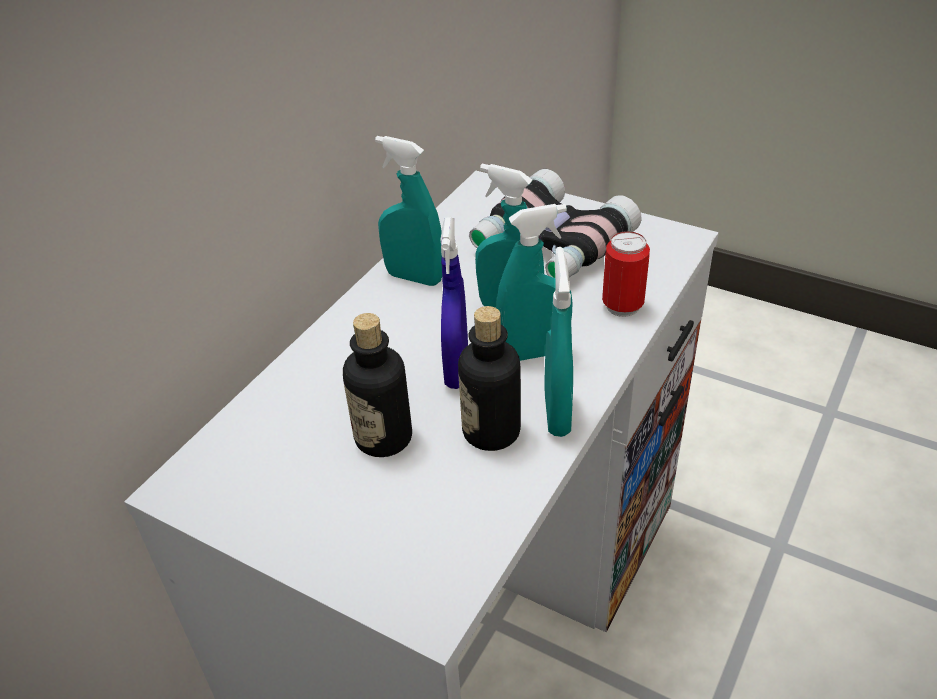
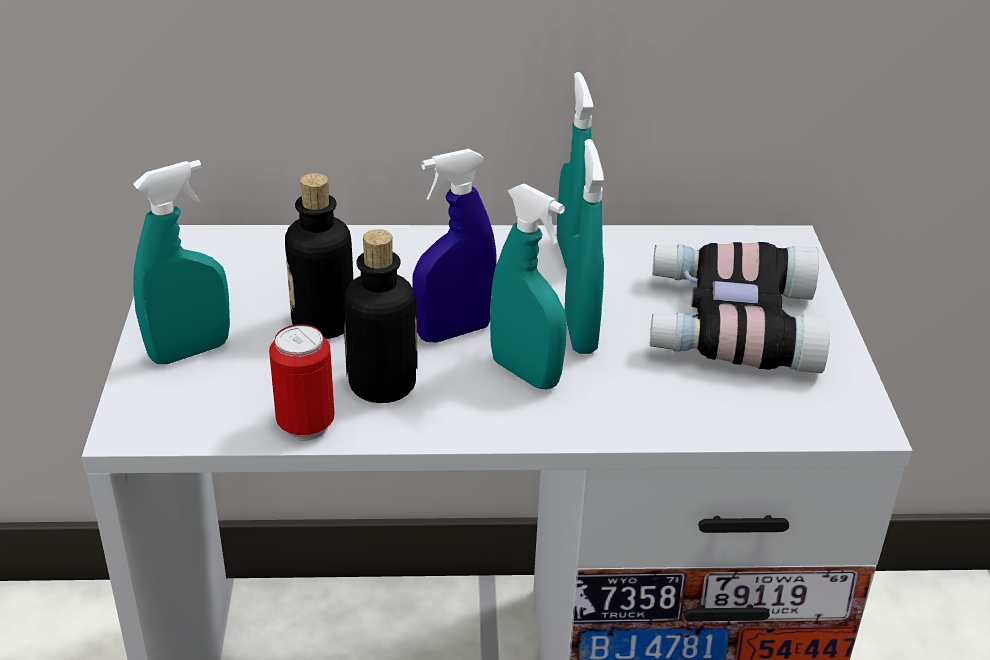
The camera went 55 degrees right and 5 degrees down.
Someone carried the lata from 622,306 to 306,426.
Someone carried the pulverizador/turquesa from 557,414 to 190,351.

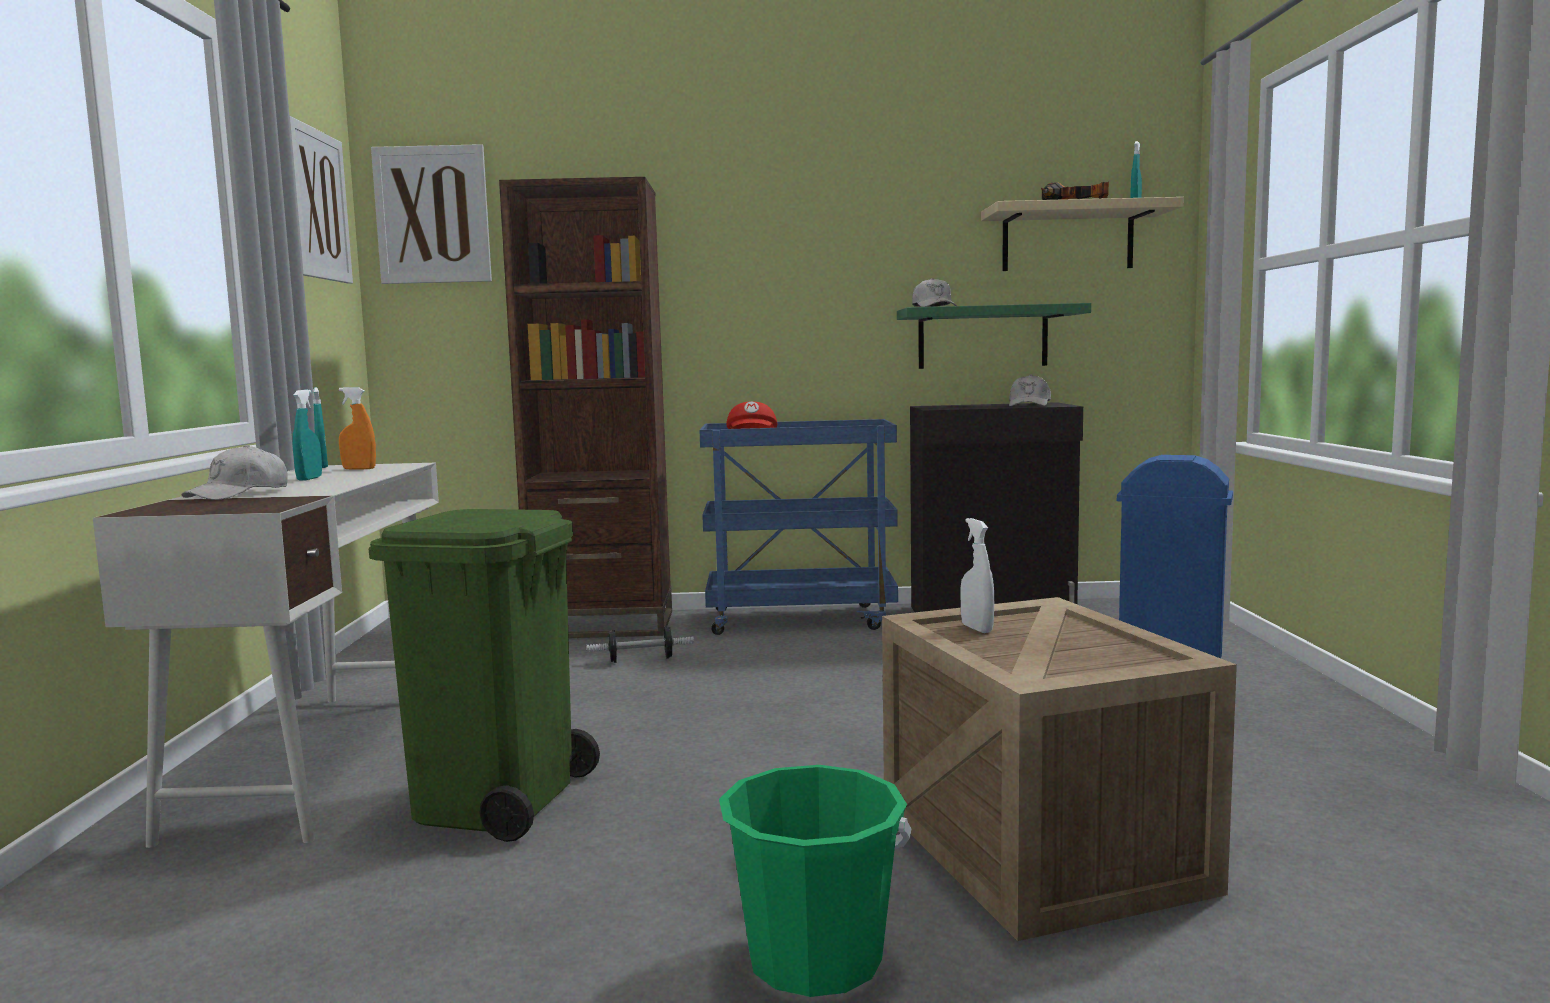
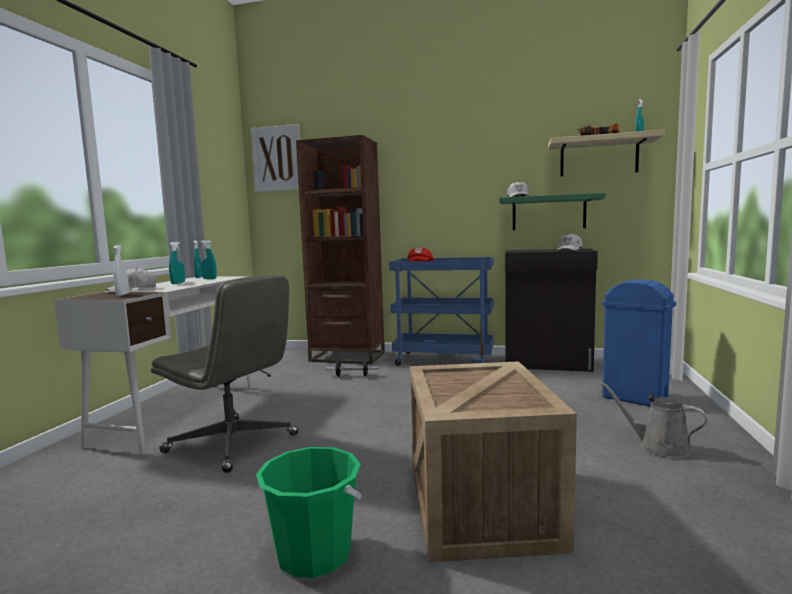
The camera went 15 degrees right and 0 degrees up.
Someone took away the cuadro at 318,205.
Someone repainted the pulverizador/naranja at 359,469, which became the pulverizador/turquesa at 209,279.
Someone swapped the papelera/verde at 496,802 for the silla de oficina/gris at 233,443.
Someone carried the pulverizador/blanco from 976,629 to 122,295.
Someone put down the regadera/gris at 659,447.

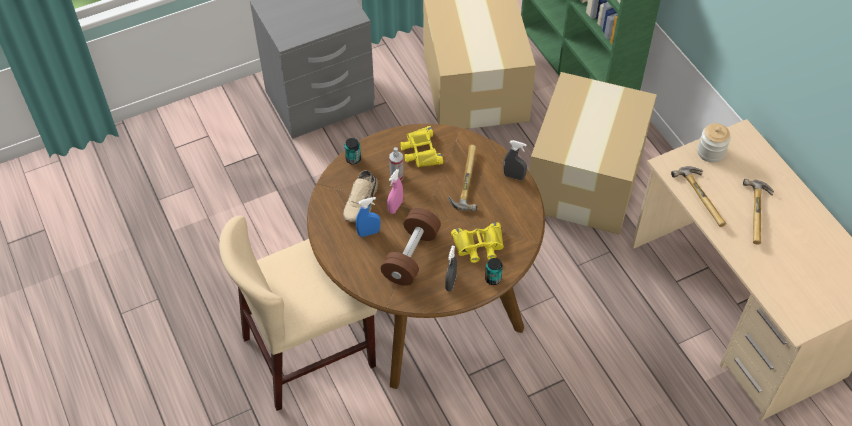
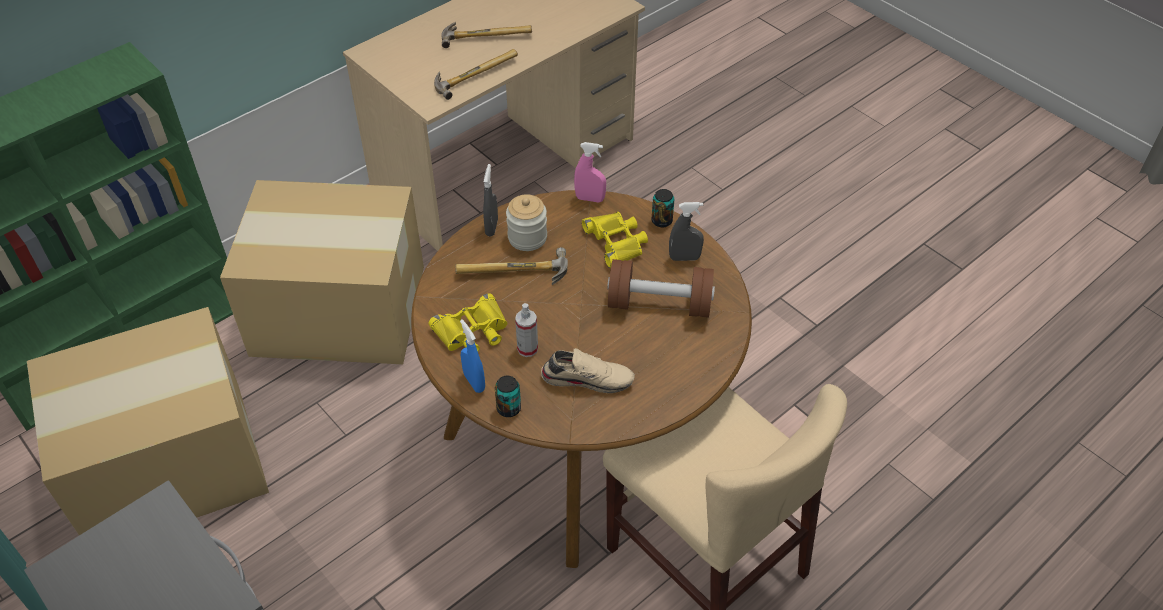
The camera went 105 degrees left and 5 degrees down.
Someone carried the tarro from 710,152 to 527,238.
Someone carried the pulverizador/rosa from 395,207 to 590,199.
Someone carried the pulverizador/azul from 368,232 to 474,382.

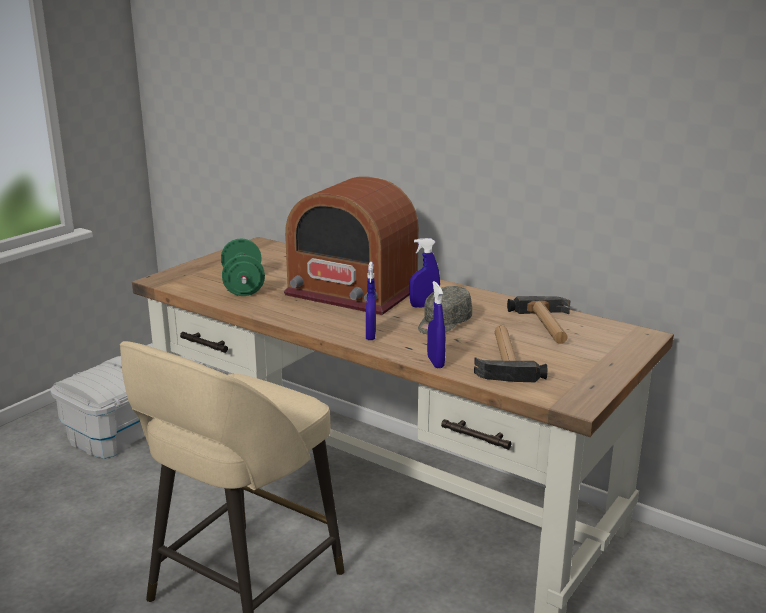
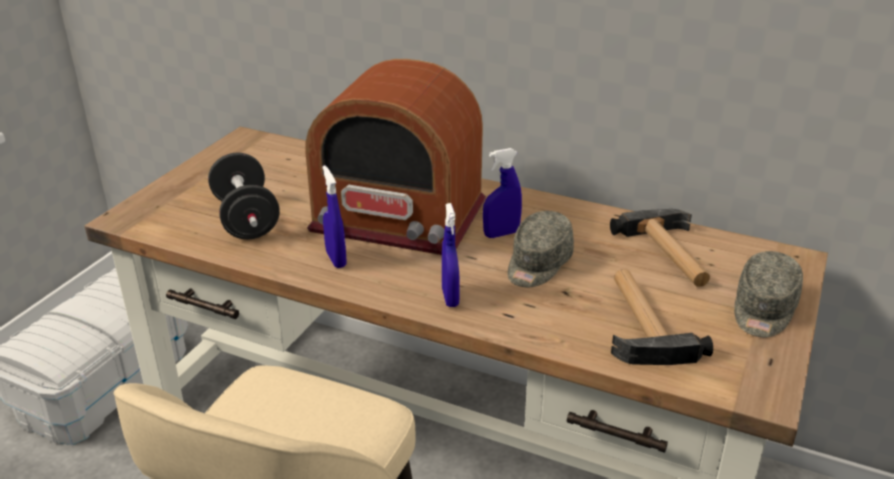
The camera went 10 degrees left and 10 degrees up.
Someone repainted the mancuerna/verde at 243,286, which became the mancuerna/negro at 246,219.
Someone carried the pulverizador/azul from 435,362 to 336,259.
Someone put down the gorra/gris at 763,310.

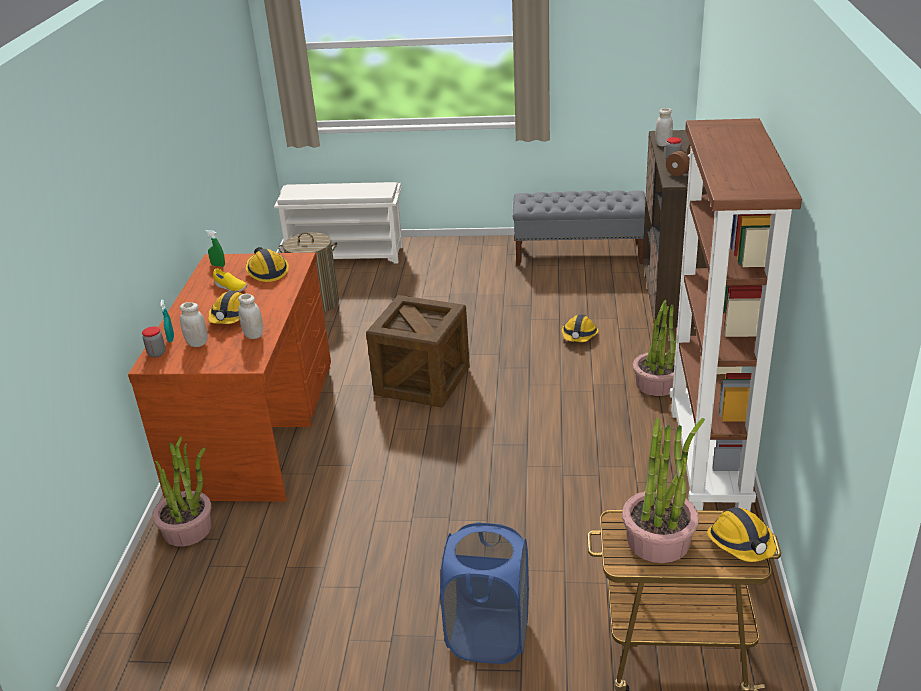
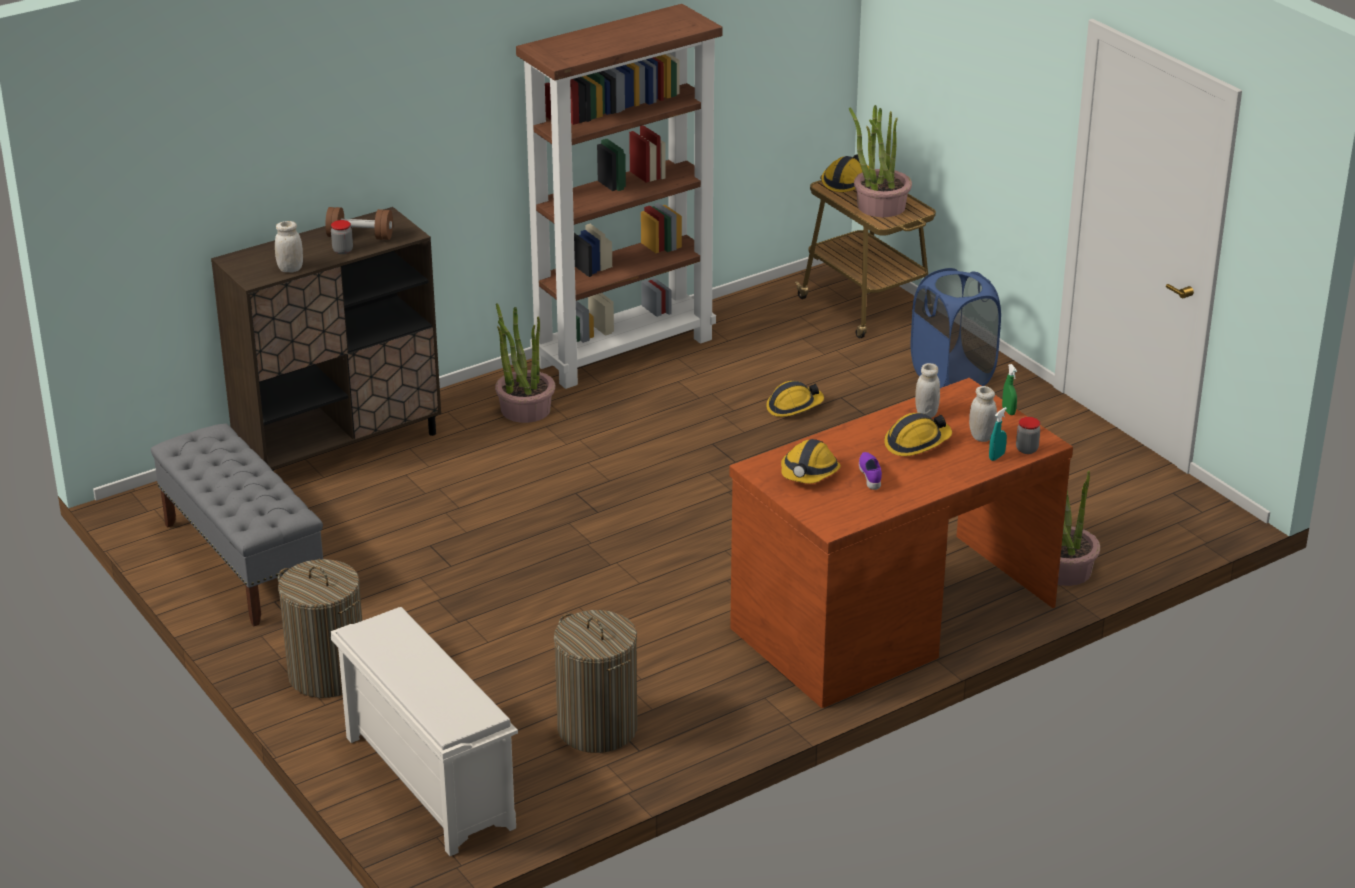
The camera went 130 degrees left and 0 degrees up.
Someone carried the pulverizador/verde from 218,265 to 1008,411.
Someone repainted the zapato/amarillo at 230,288, which became the zapato/morado at 871,476.
Someone took away the caja de embalaje at 422,381.
Someone carried the casco from 579,336 to 793,406.
Someone put down the cesto de la ropa at 327,674.

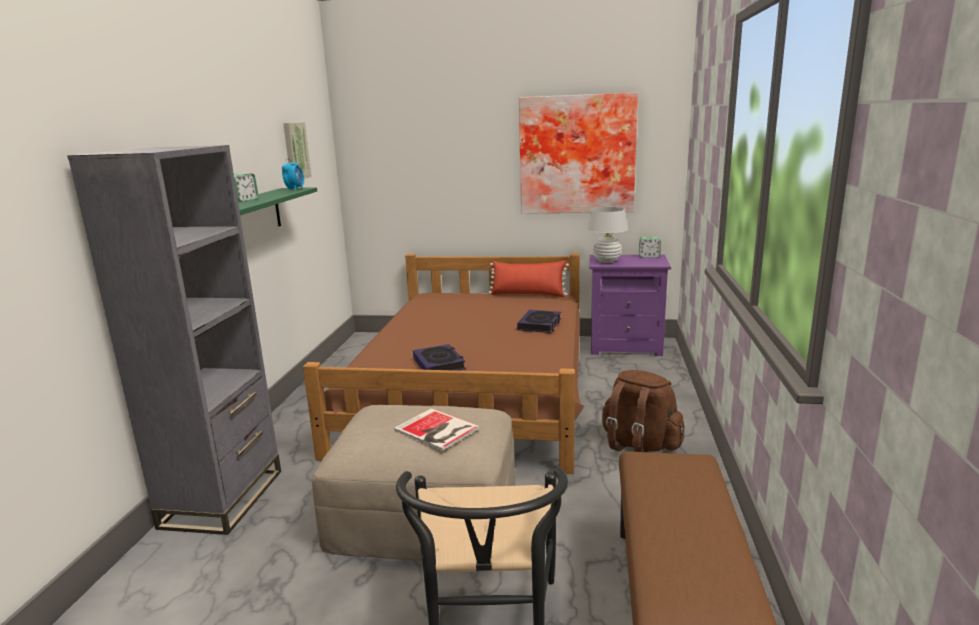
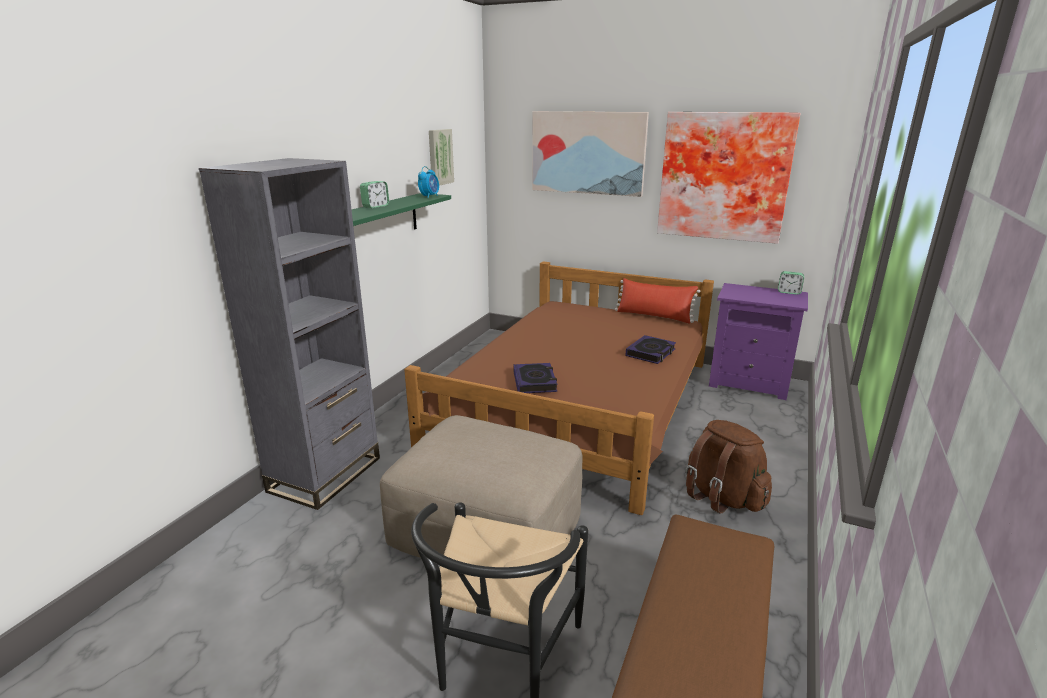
The camera went 15 degrees right and 5 degrees up.
Someone took away the lámpara de mesa/blanco at 606,261.
Someone took away the libro at 437,430.
Someone put up the cuadro at 588,153.

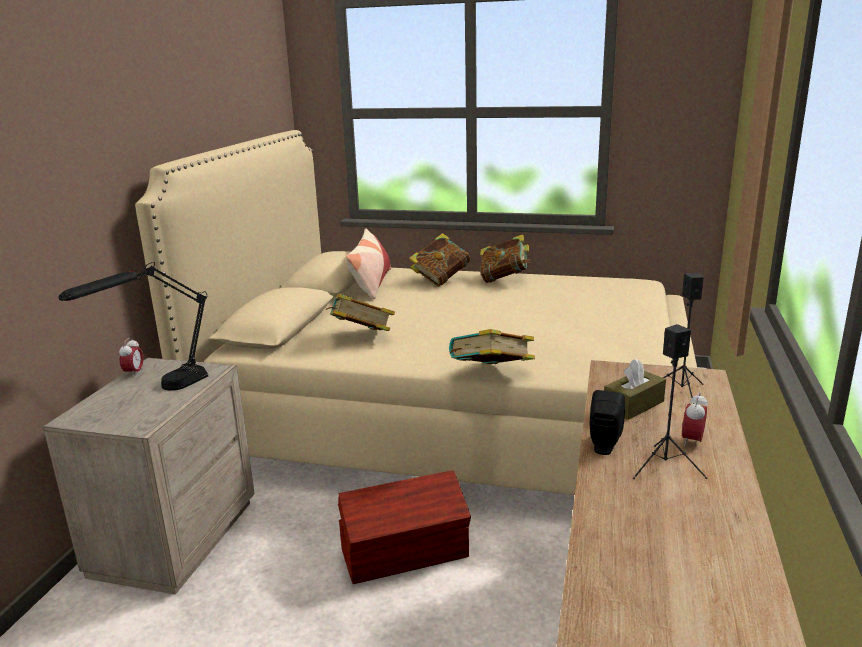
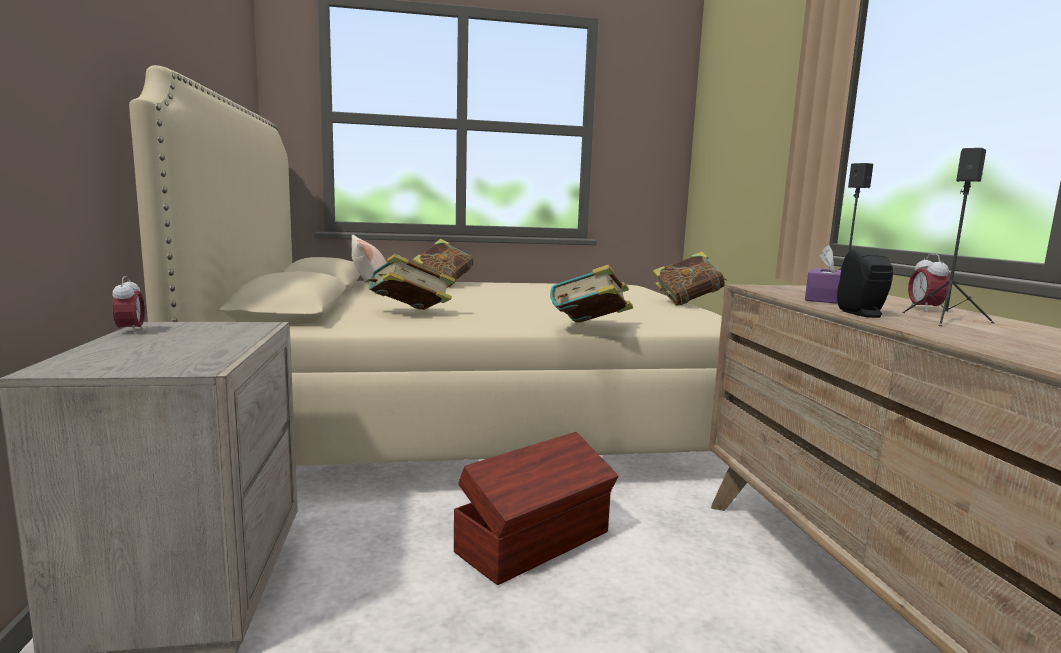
The camera went 25 degrees left and 10 degrees down.
Someone carried the libro from 504,279 to 687,303.
Someone took away the lámpara de mesa/negro at 158,392.
Someone repainted the caja de pañuelos/marrón at 633,405, which became the caja de pañuelos/morado at 824,298.

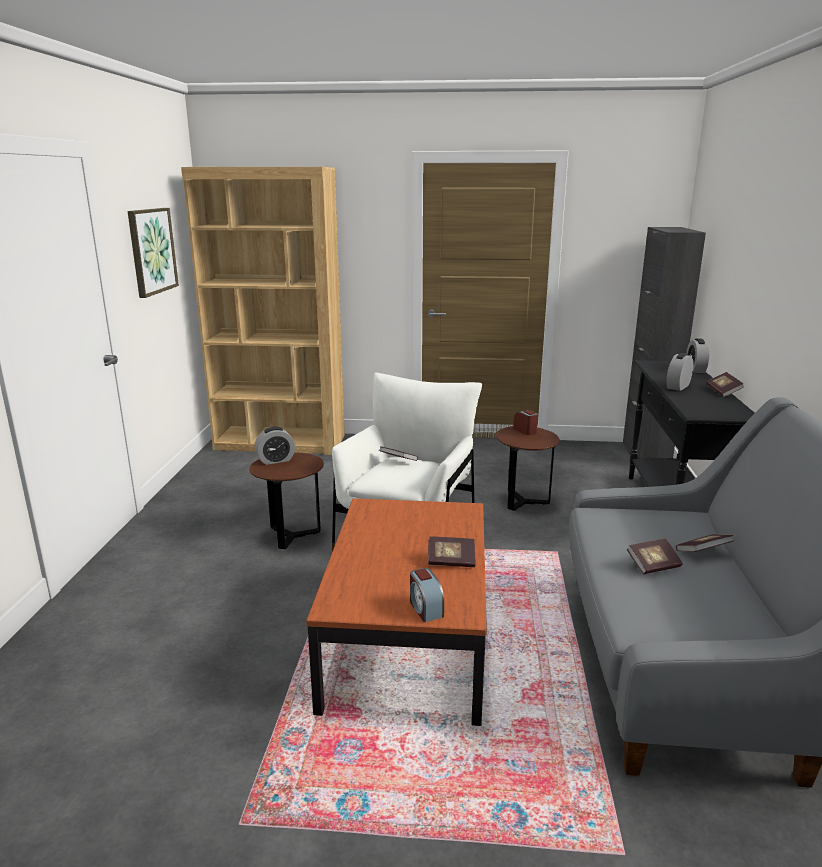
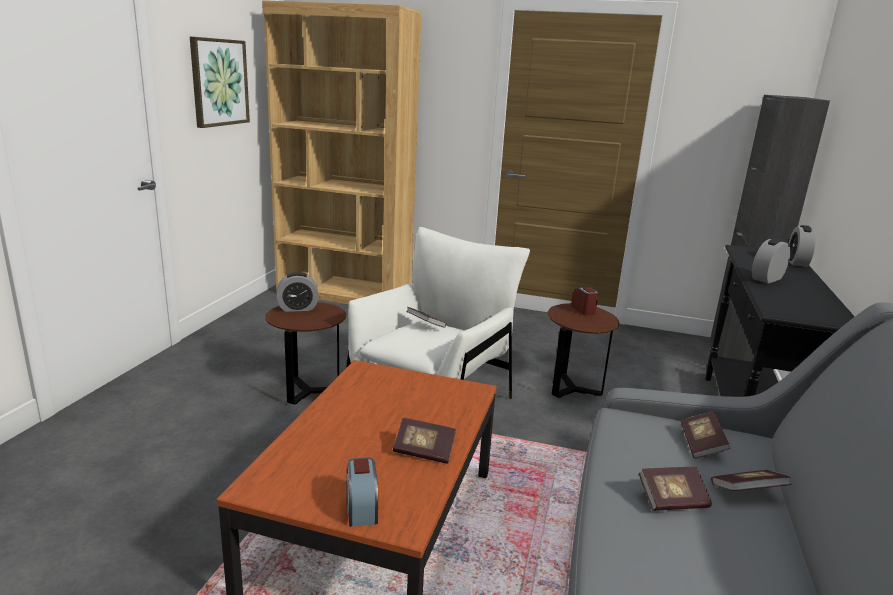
The camera went 10 degrees right and 0 degrees up.
Someone carried the libro from 723,392 to 701,445.

